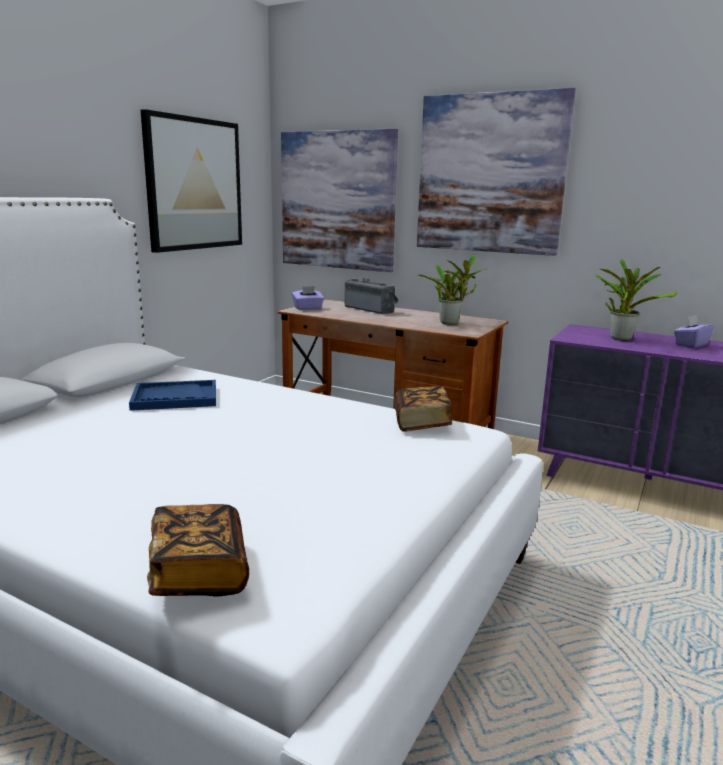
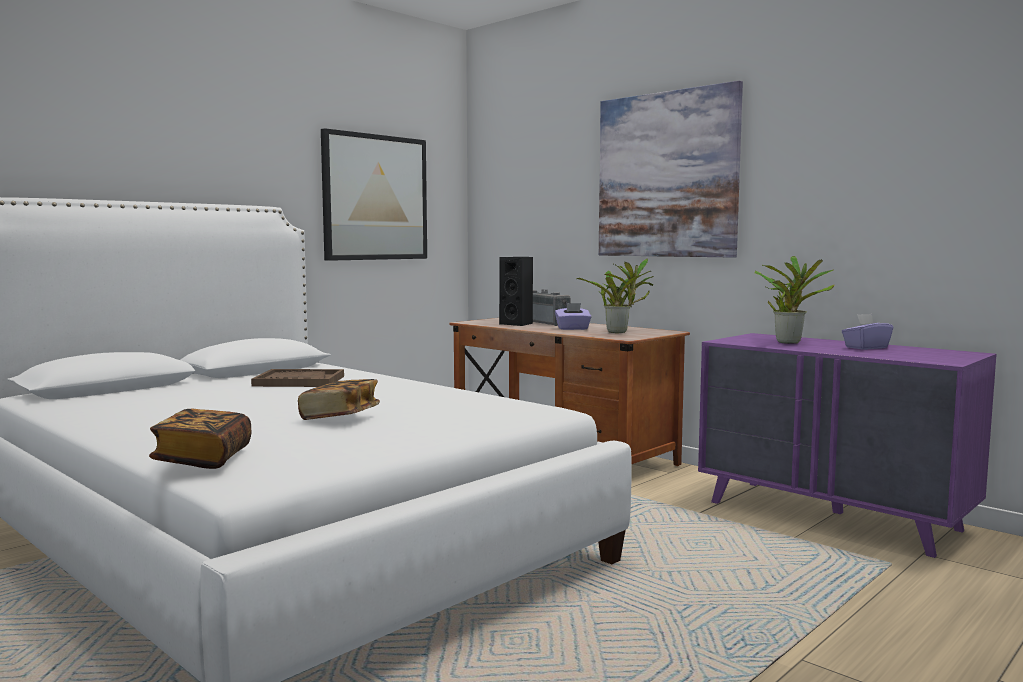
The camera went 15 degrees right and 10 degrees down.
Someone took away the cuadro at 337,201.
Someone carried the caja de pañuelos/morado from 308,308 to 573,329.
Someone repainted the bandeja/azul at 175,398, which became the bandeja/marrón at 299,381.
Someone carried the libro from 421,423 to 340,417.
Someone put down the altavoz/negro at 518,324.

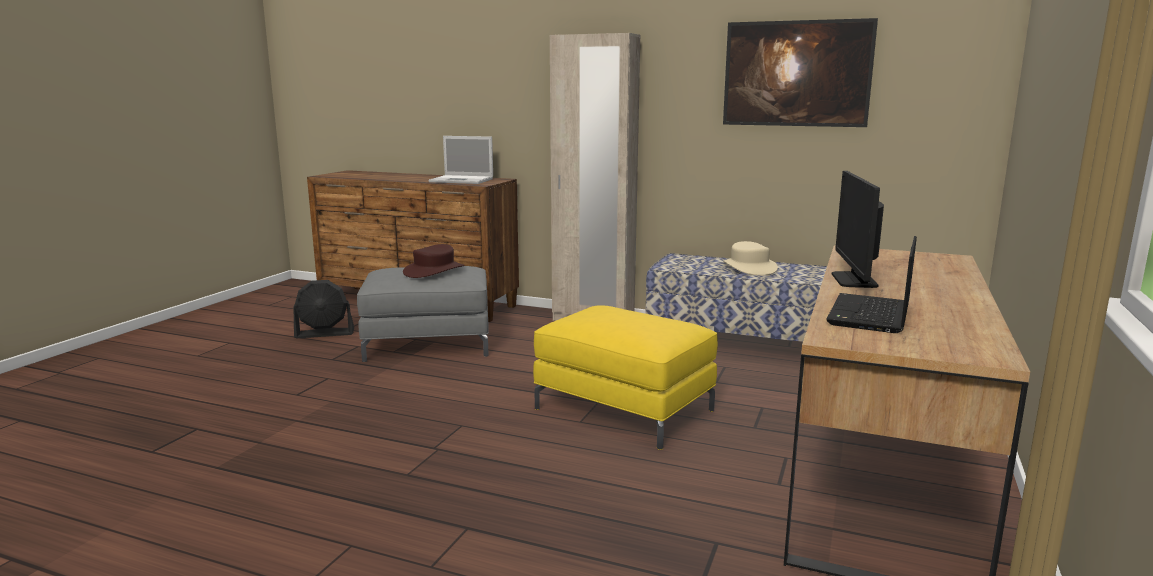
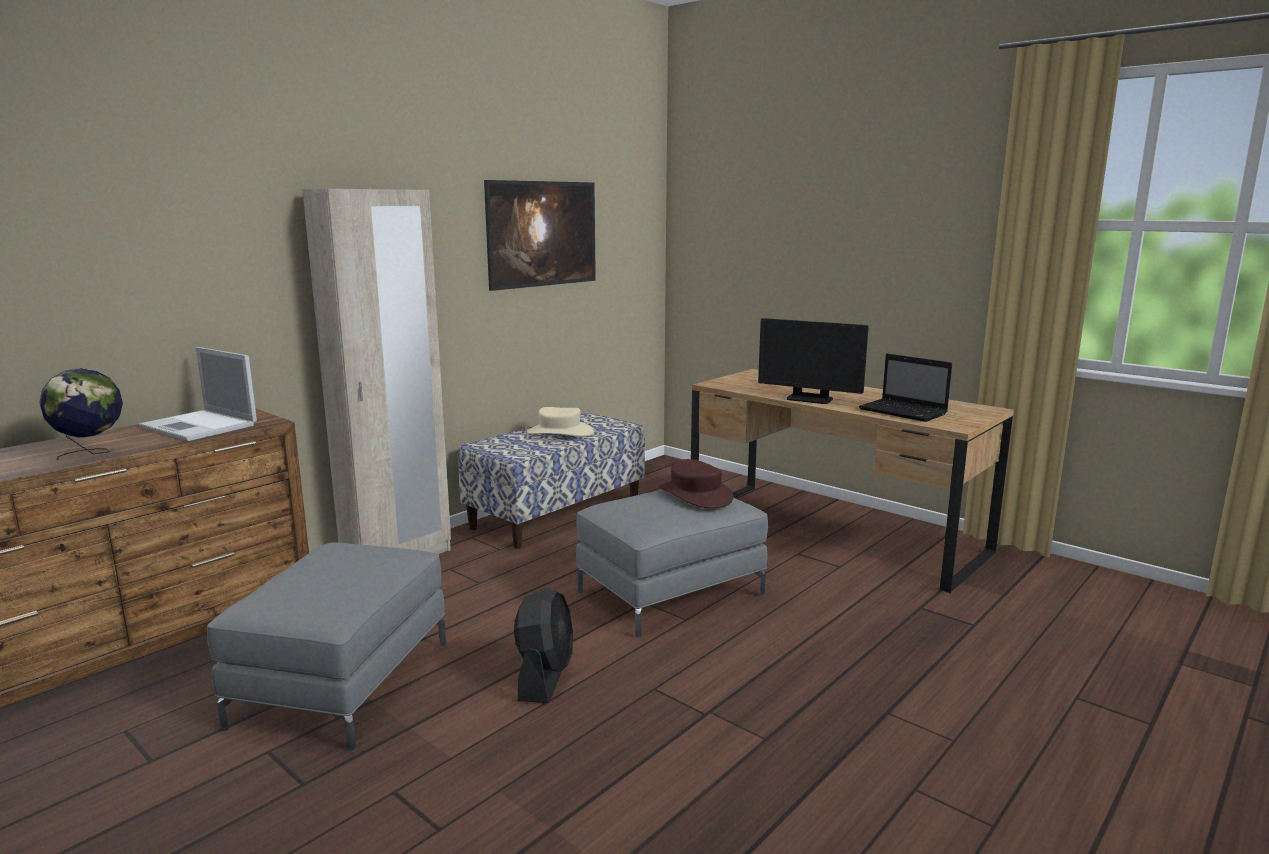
The camera went 70 degrees left and 0 degrees up.
Someone rotated the portátil at 463,180 by 90 degrees clockwise.
Someone carried the sombrero/marrón from 434,270 to 695,494.
Someone carried the ventilador/negro from 325,333 to 544,677.
Someone repainted the puf/amarillo at 624,409, which became the puf/gris at 671,593.
Someone put down the globo terráqueo at 91,454.

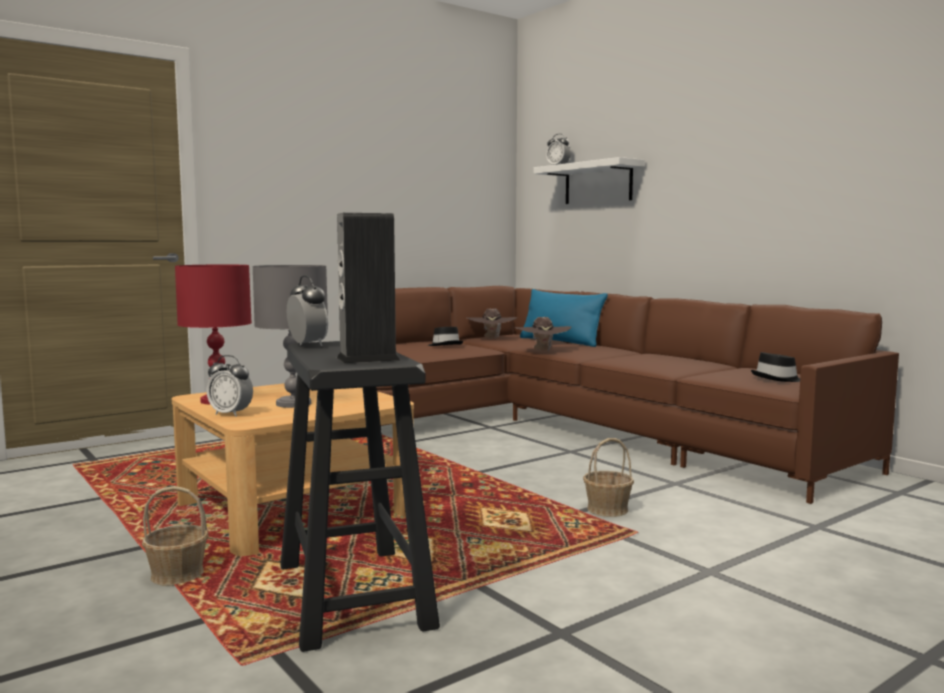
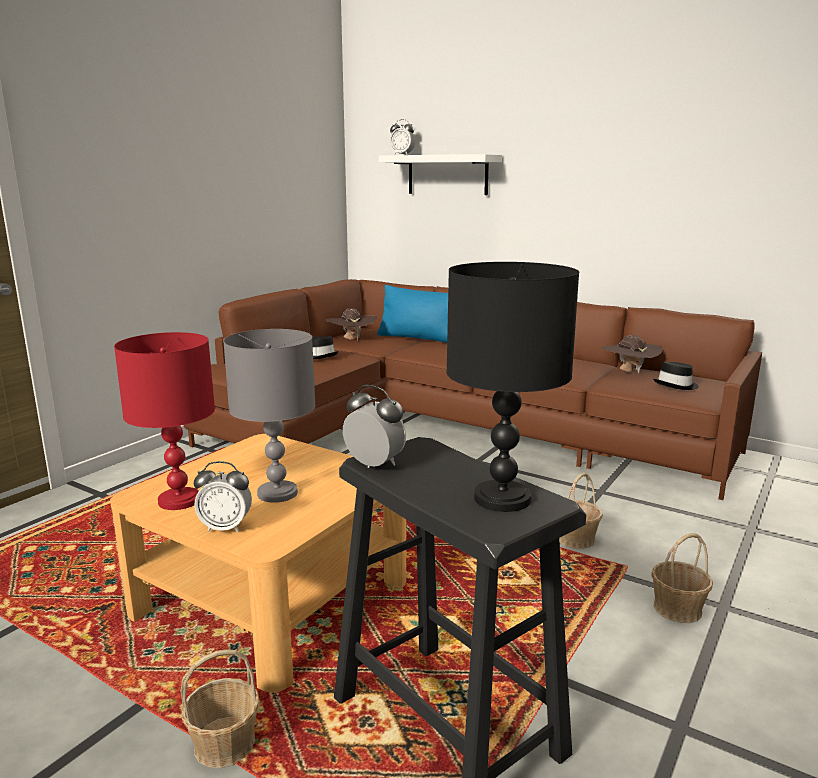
The camera went 20 degrees left and 10 degrees up.
Someone swapped the altavoz at 368,359 for the lámpara de mesa/negro at 503,498.
Someone carried the sombrero/marrón from 542,351 to 628,371.
Someone put down the cesta at 677,608.

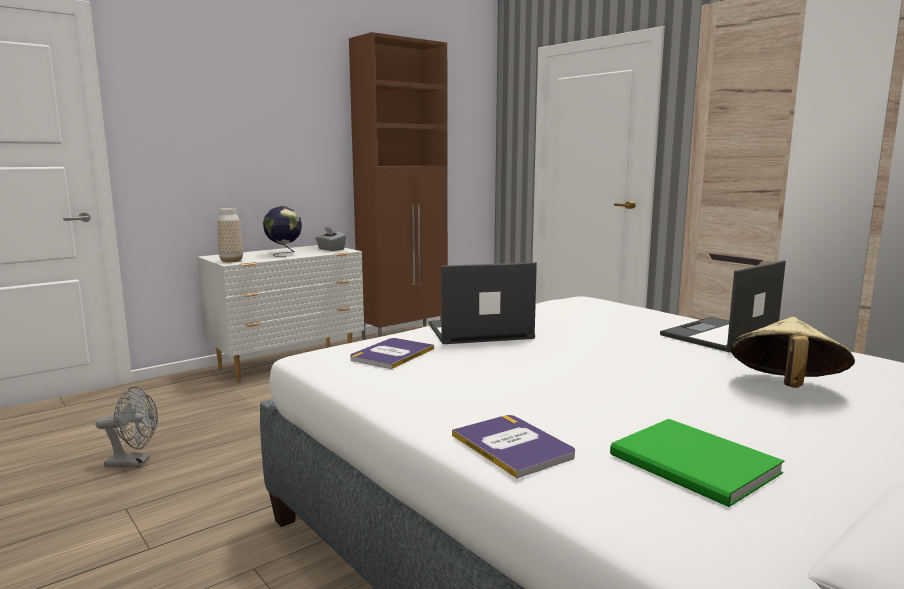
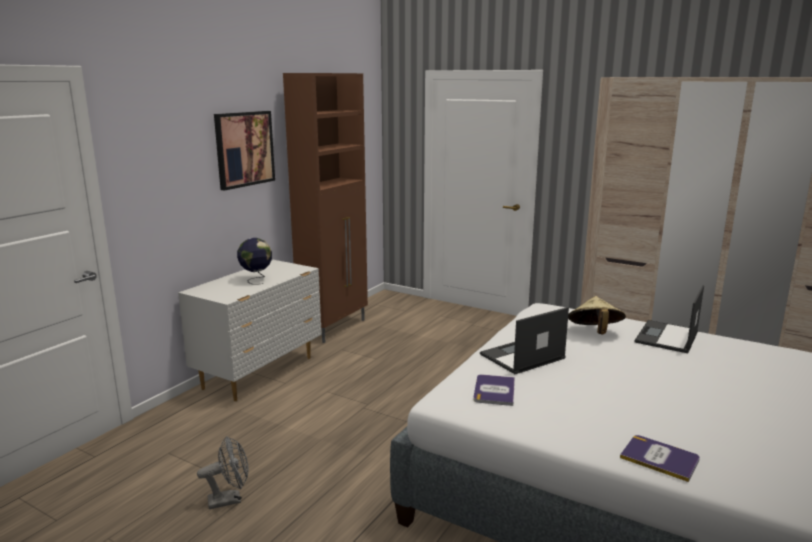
The camera went 20 degrees left and 5 degrees up.
Someone took away the florero at 231,261.
Someone took away the caja de pañuelos/gris at 331,249.
Someone carried the sombrero/beis from 785,388 to 594,333.
Someone took away the libro/verde at 695,466.
Someone put up the cuadro at 244,149.

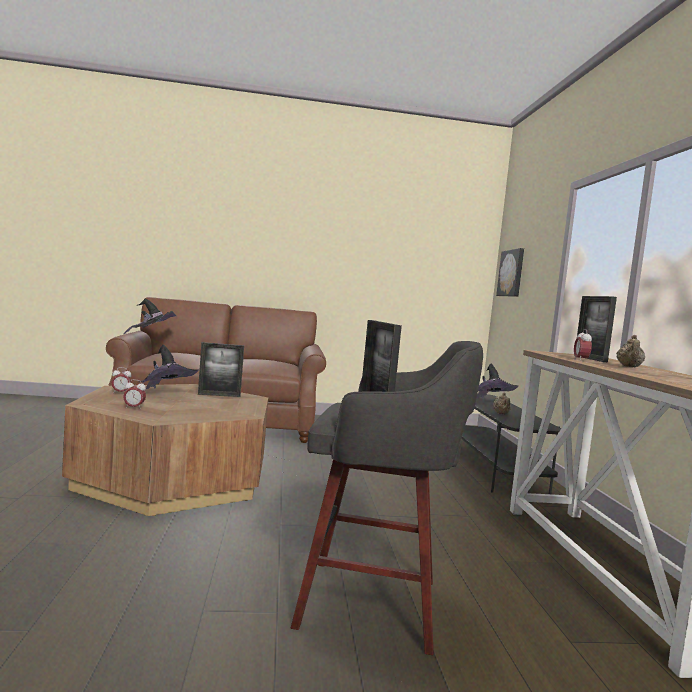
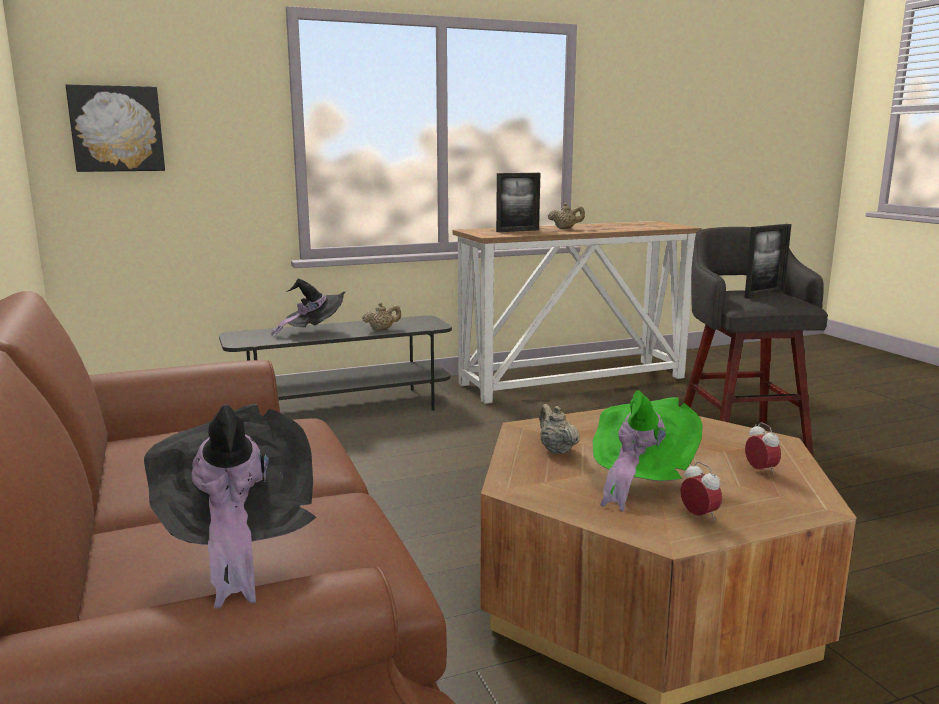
The camera went 105 degrees left and 10 degrees up.
Someone took away the despertador at 580,360.
Someone swapped the portarretratos at 219,395 for the tetera/beis at 556,450.
Someone repainted the sombrero/negro at 166,395, which became the sombrero/verde at 639,480.

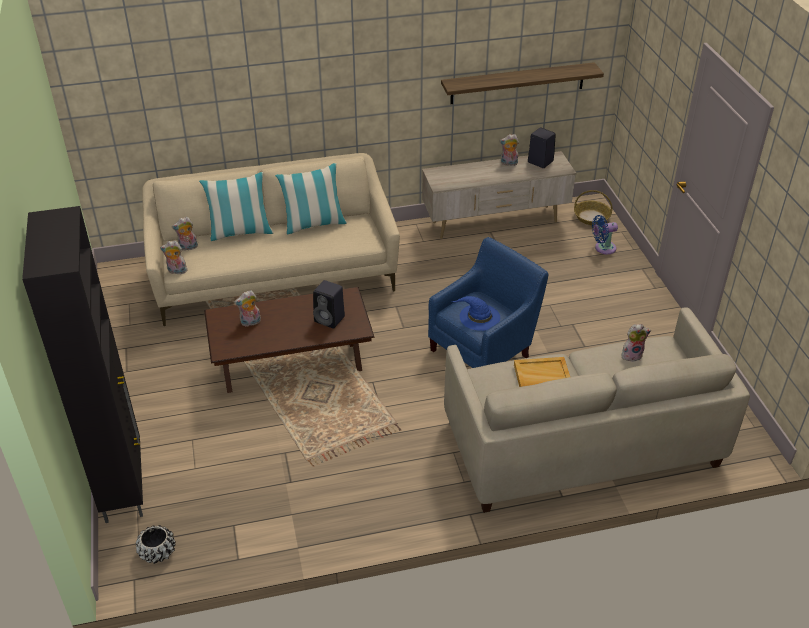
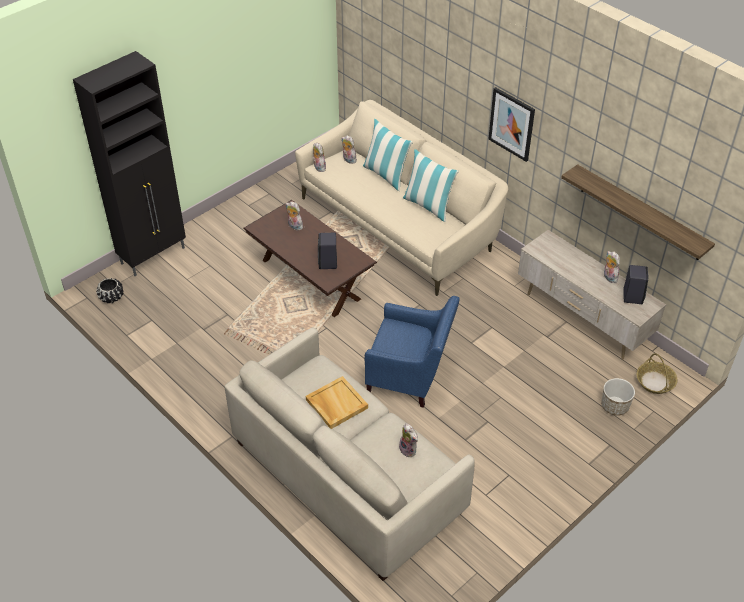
The camera went 60 degrees right and 5 degrees up.
Someone swapped the ventilador/azul at 603,248 for the maceta at 614,406.
Someone took away the sombrero/azul at 479,317.
Someone put up the cuadro at 511,124.

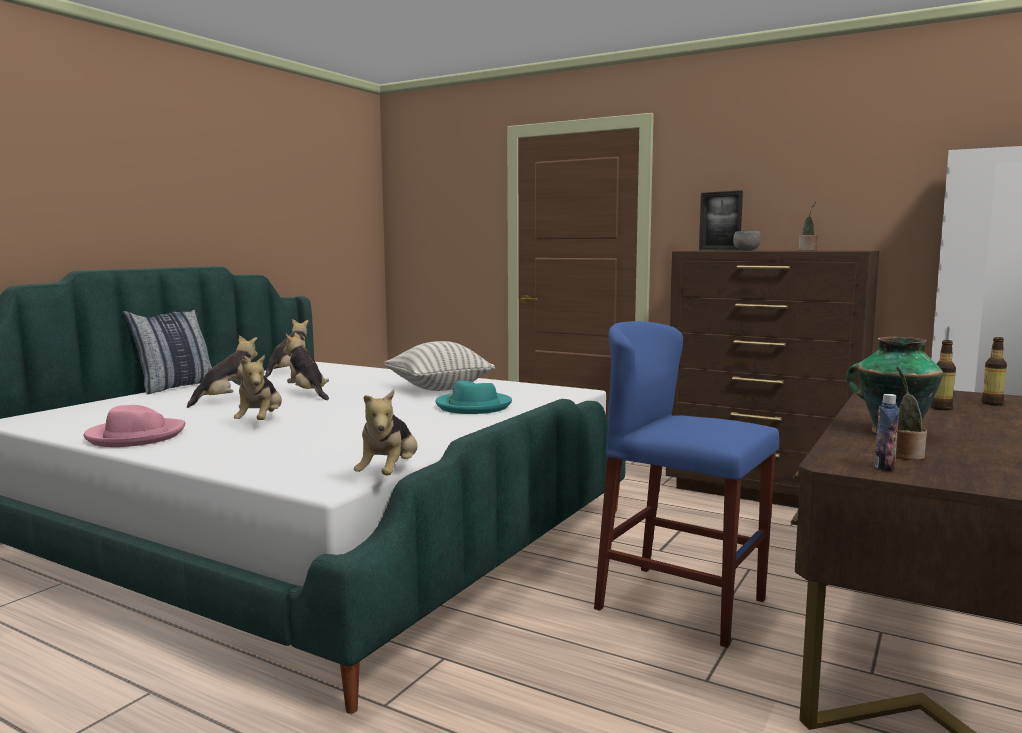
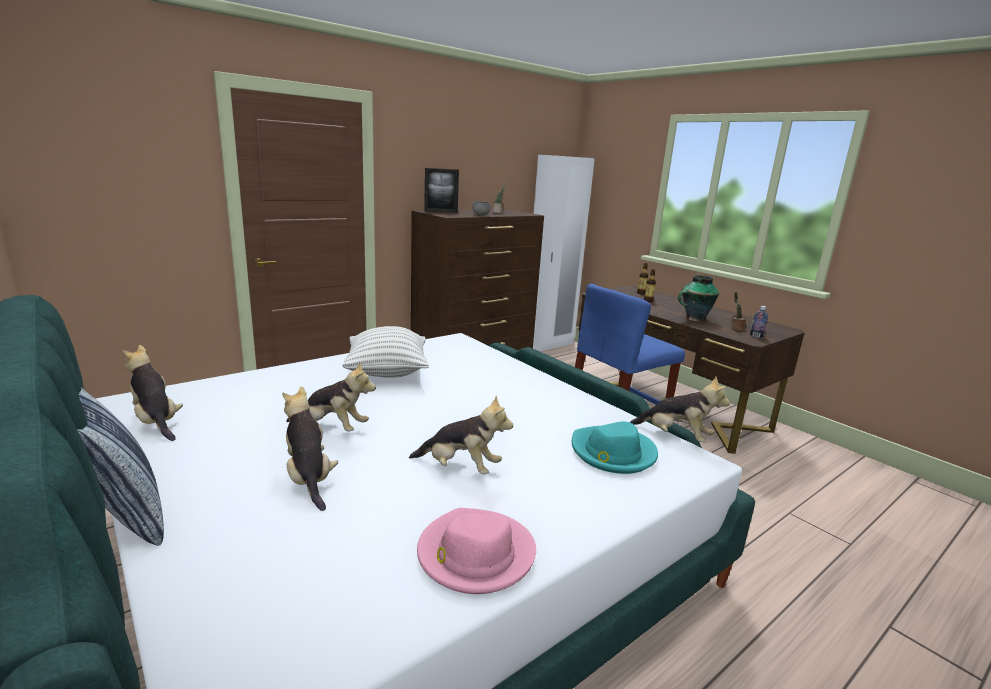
The camera went 70 degrees left and 10 degrees up.
Someone rotated the peluche at 308,394 by 150 degrees counterclockwise.
Someone carried the sombrero/turquesa from 473,406 to 612,453.

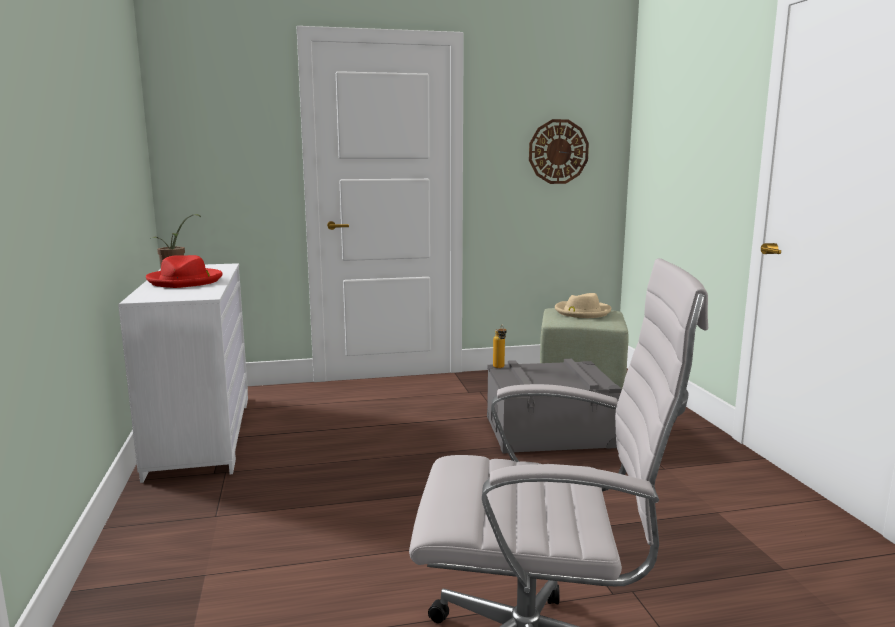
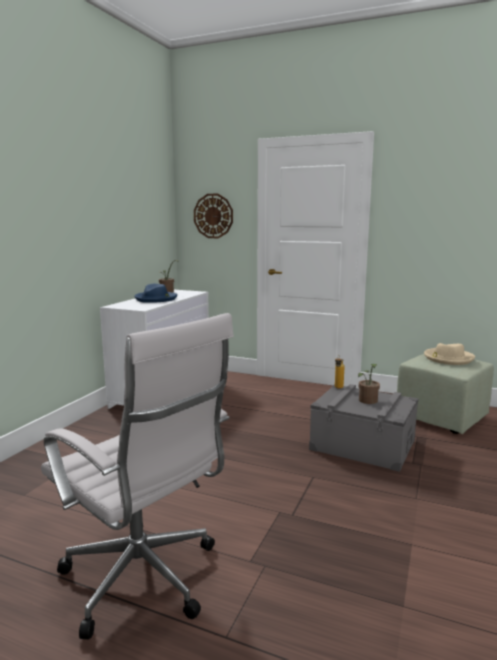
The camera went 35 degrees right and 0 degrees up.
Someone carried the reloj de pared from 558,151 to 213,216.
Someone repainted the sombrero/rojo at 185,281, which became the sombrero/azul at 156,299.
Someone put down the planta en maceta at 367,401.

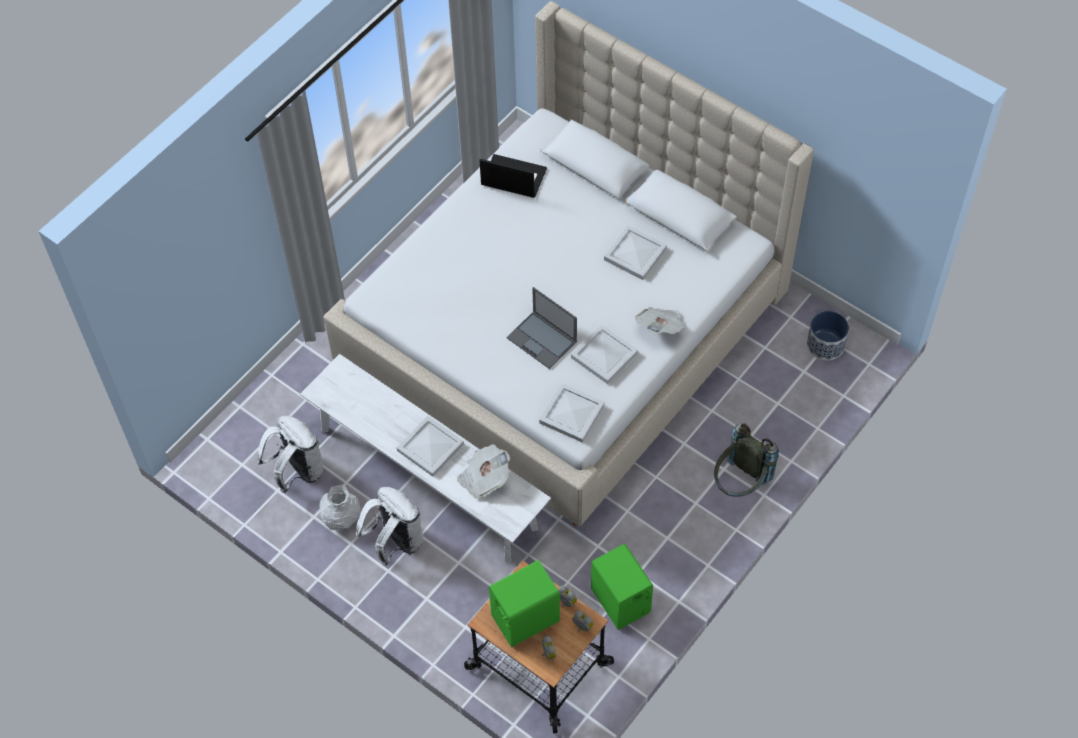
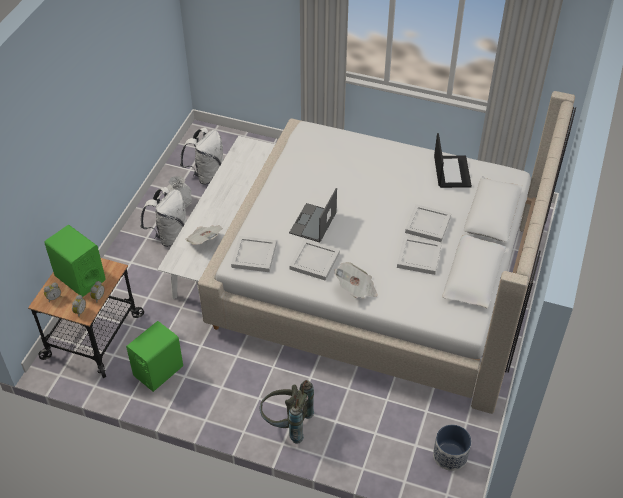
The camera went 70 degrees right and 10 degrees down.
Someone carried the bandeja/blanco from 431,447 to 428,225.

